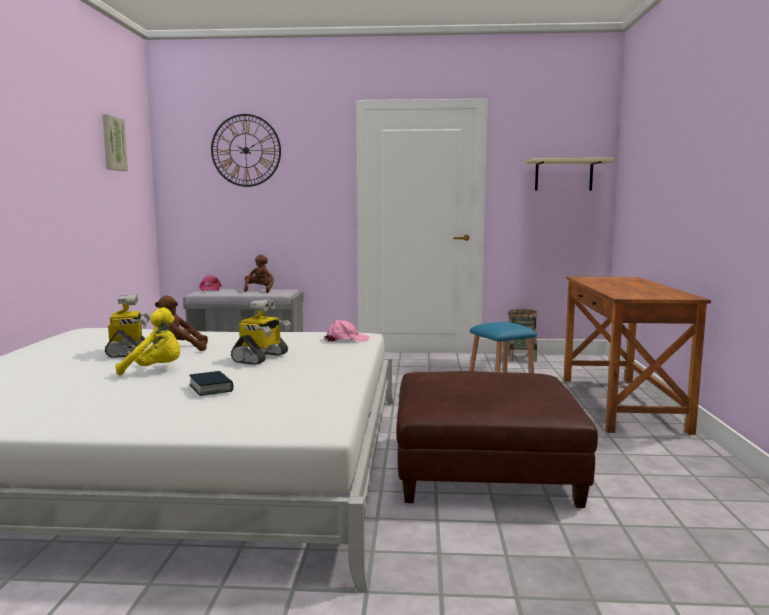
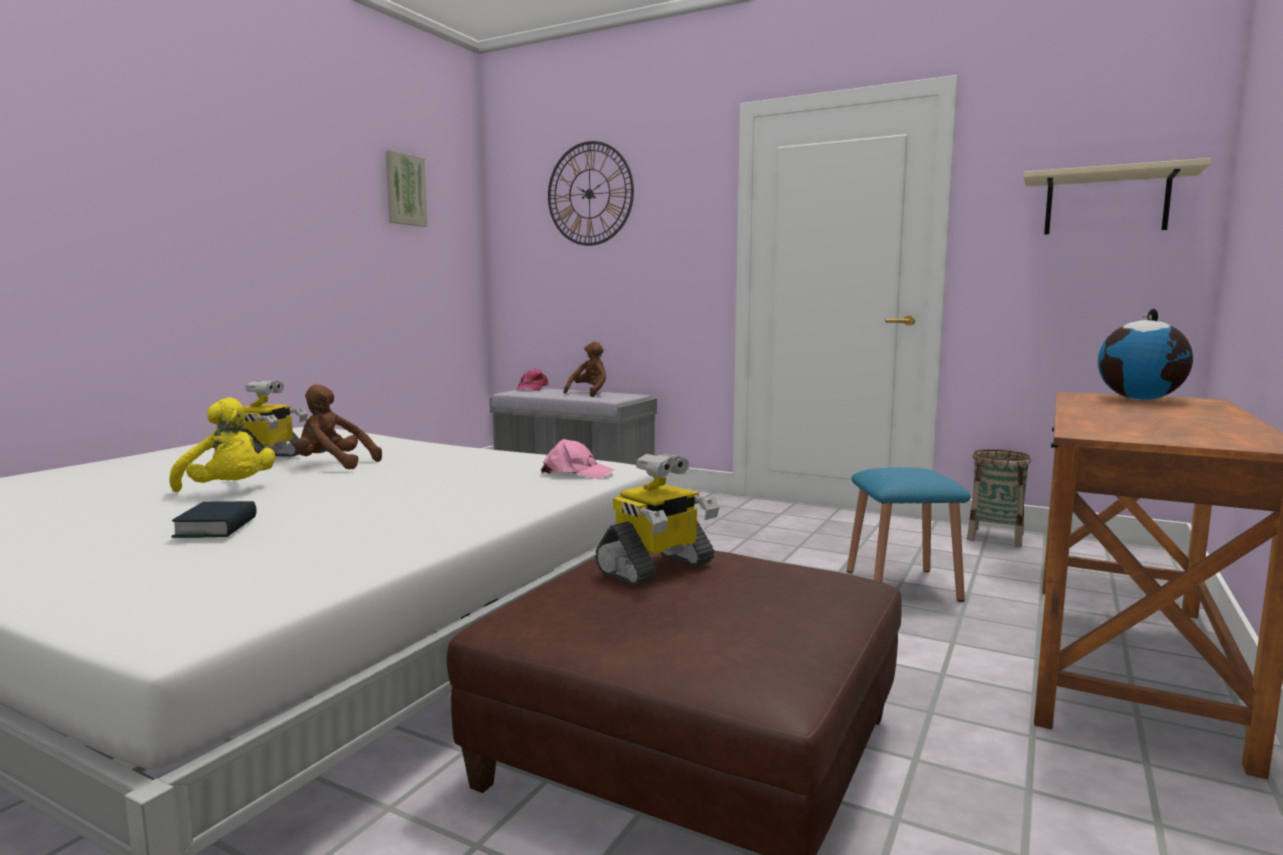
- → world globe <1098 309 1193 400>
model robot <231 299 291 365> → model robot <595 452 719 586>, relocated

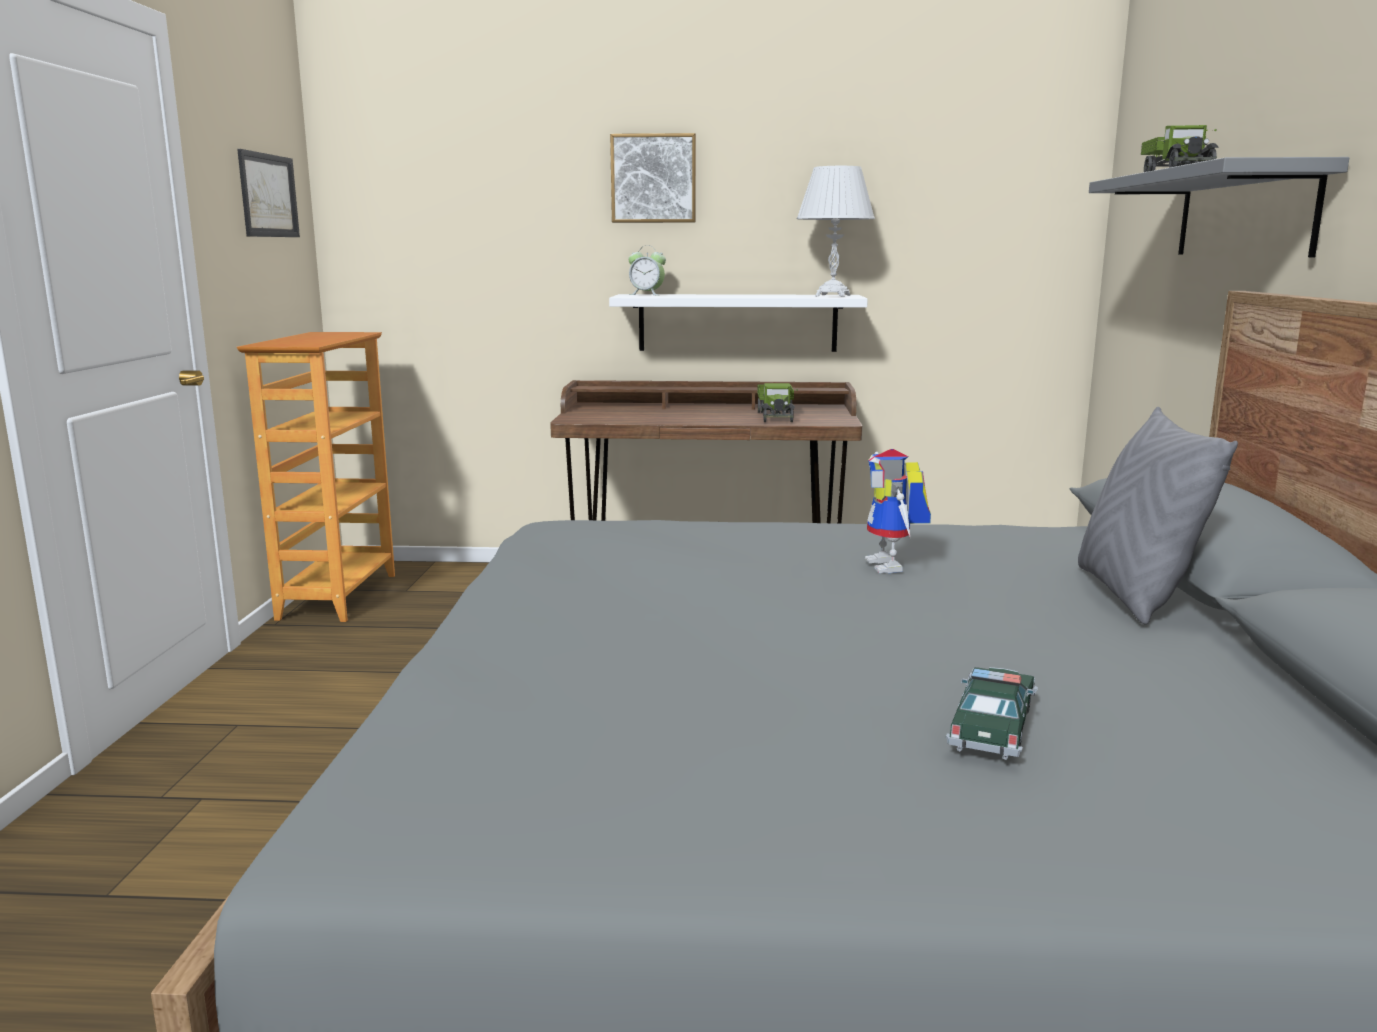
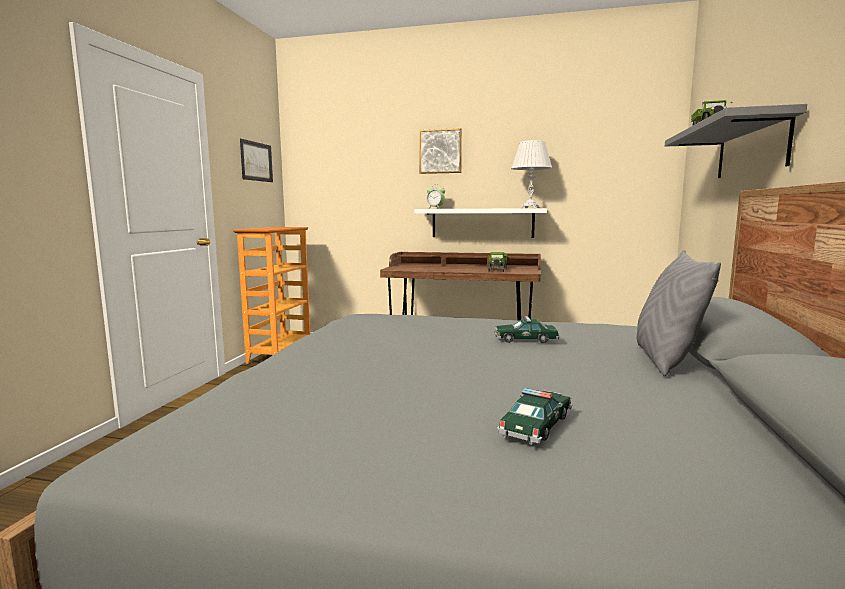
model robot <865 449 931 573> → toy car <494 316 560 343>

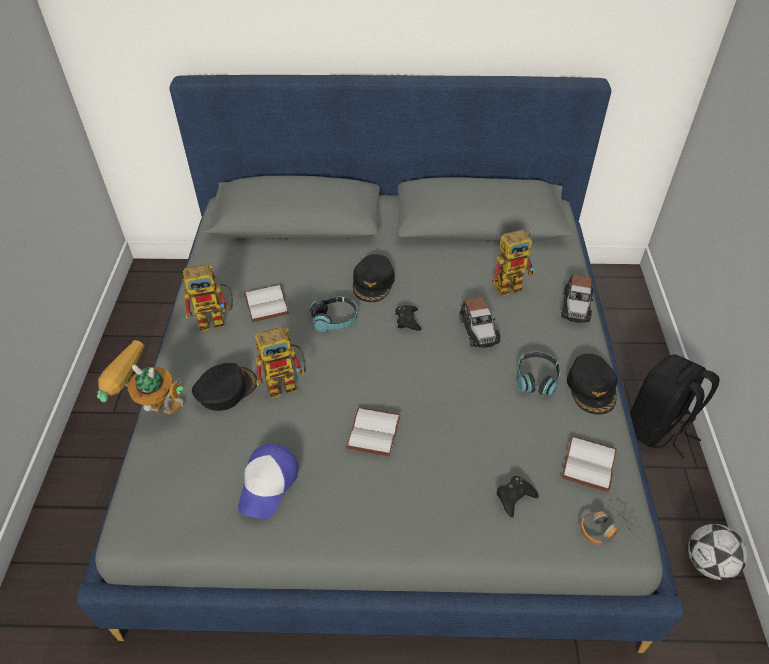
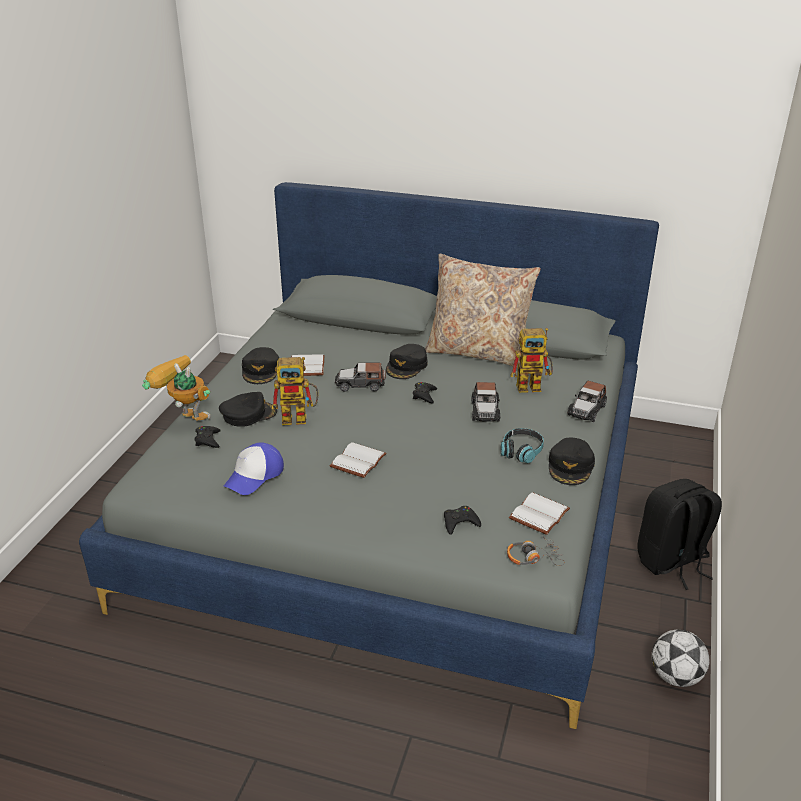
- → joypad in black <194 426 221 448>
- → cushion in sand-coloured <425 254 541 368>
model robot <182 264 233 332> → cap in black <242 347 279 384>
pair of headphones <309 296 358 332> → toy car <335 363 386 392>

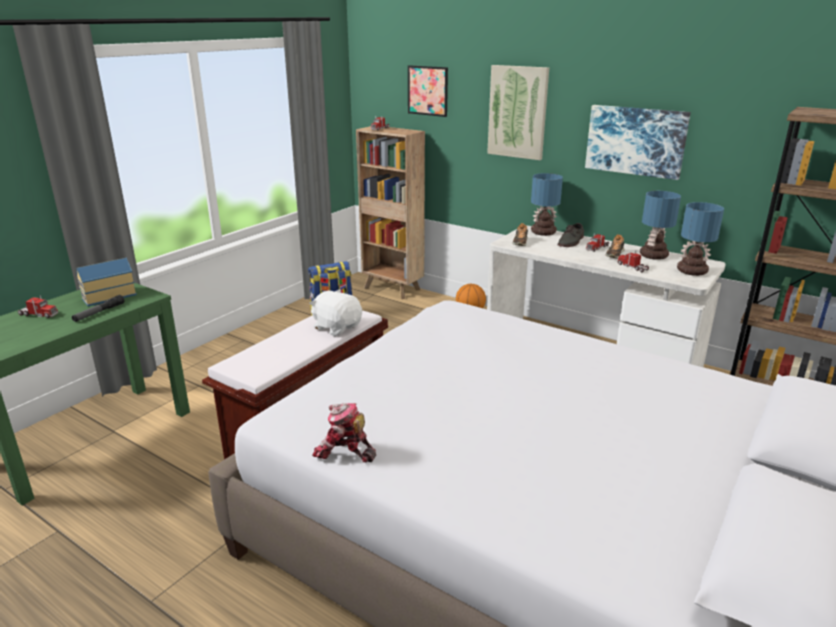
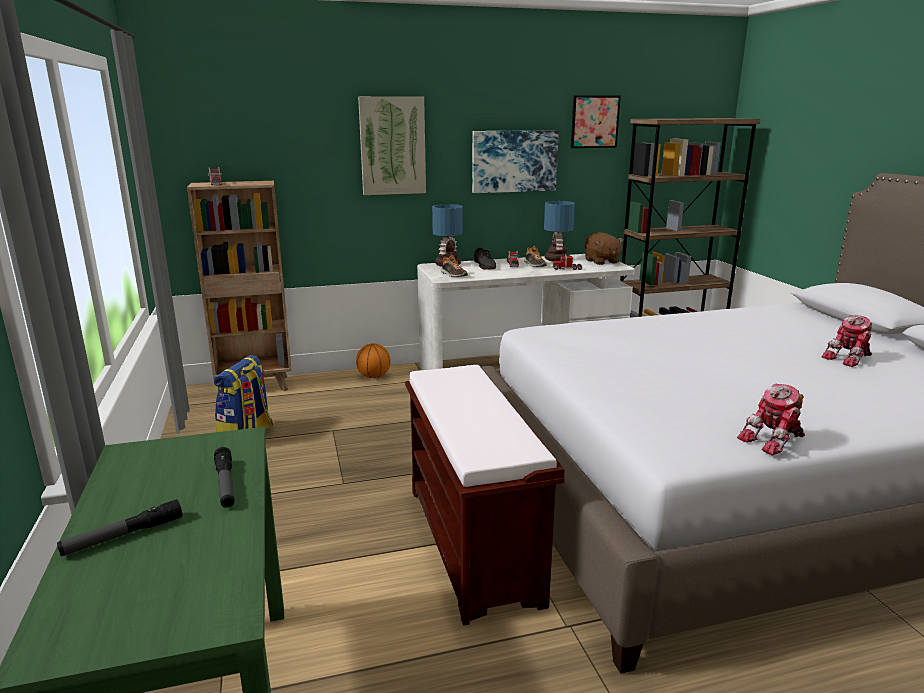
model house <76 258 137 306> → -
soft toy in white-coloured <309 289 362 336> → -
- → model robot <821 315 872 367>
wall picture <408 65 448 117> → wall picture <571 95 621 148>, relocated
model truck <18 295 58 318> → flashlight <57 499 182 556>
table lamp <677 202 724 276> → soft toy in brown <584 232 624 265>

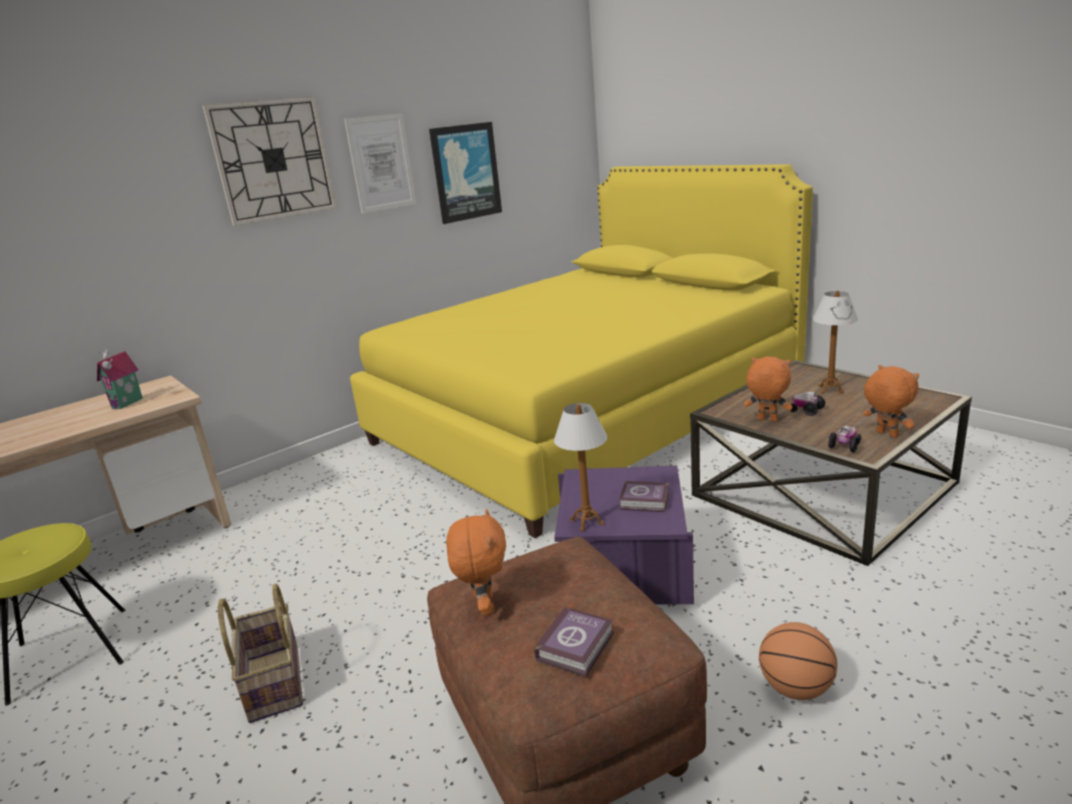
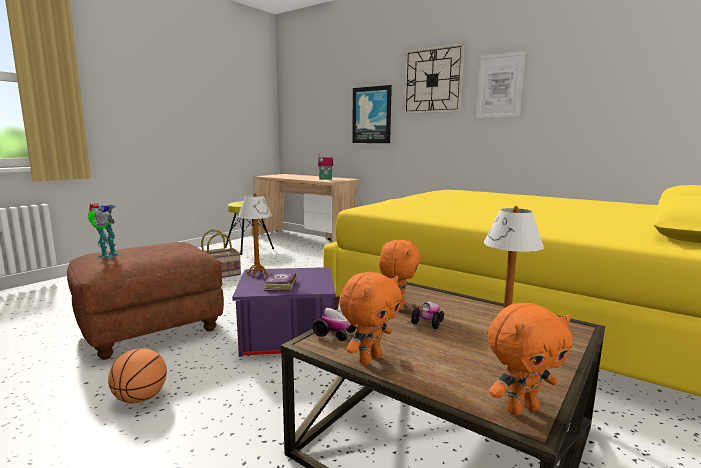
wall picture <429 122 502 224> → wall picture <352 85 392 143>, relocated
soft toy in orangey <446 509 506 616> → soft toy in orangey <488 303 572 416>, relocated
volume <534 606 614 677> → model robot <88 203 122 258>

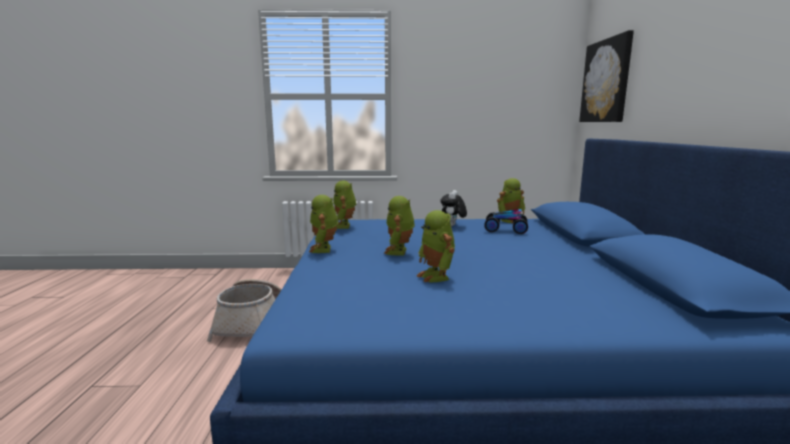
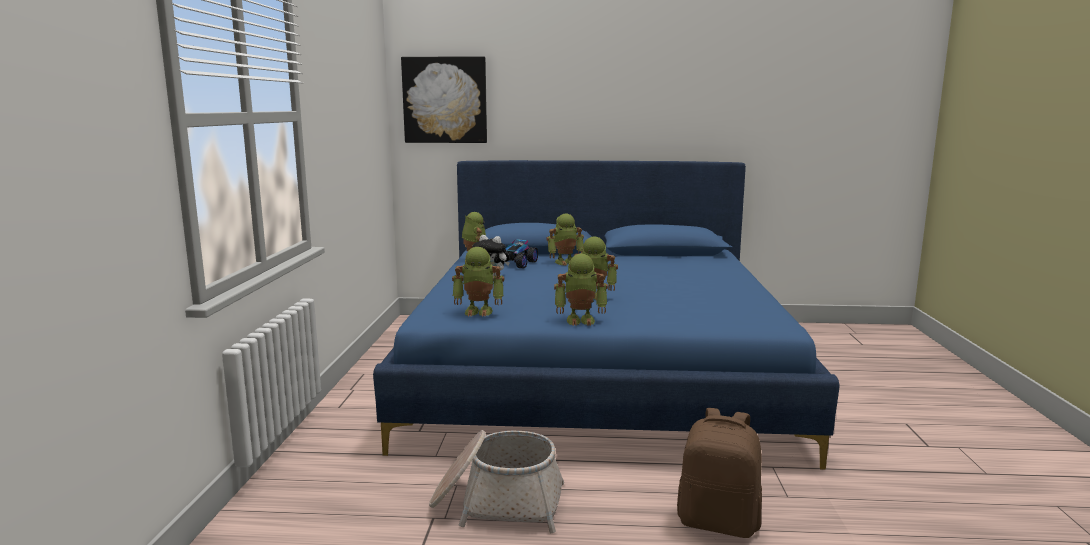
- → backpack in brown <677 408 762 538>
model robot <417 210 455 283> → model robot <546 213 584 266>, relocated

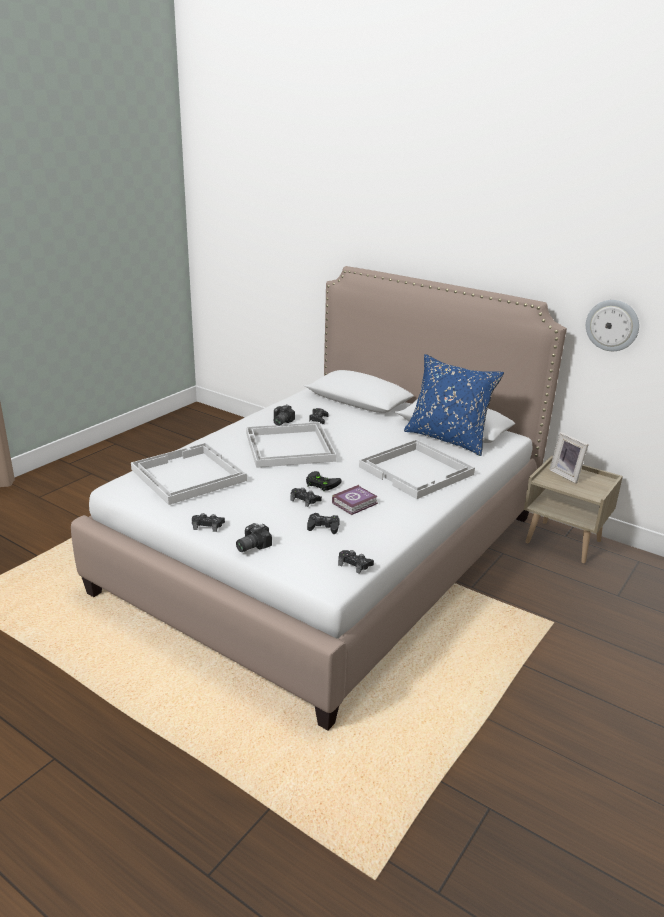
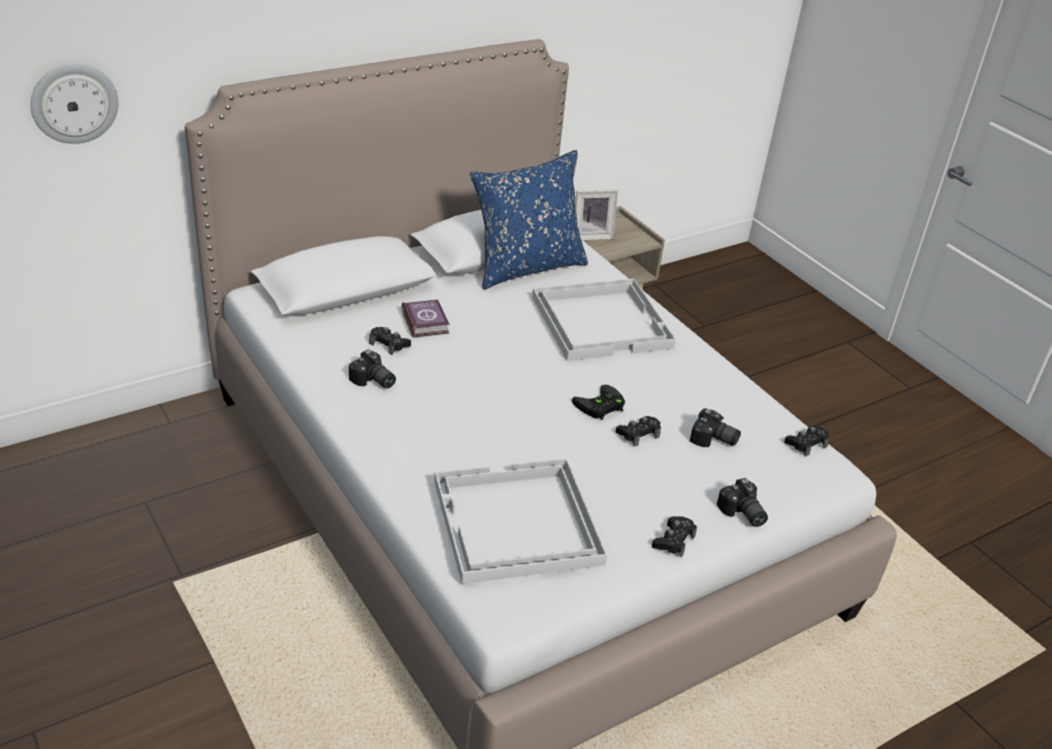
tray in white-coloured <246 422 336 468> → -
volume <332 485 378 515> → volume <401 300 450 338>, relocated
clock on the wall <586 300 639 351> → clock on the wall <30 64 119 144>, relocated
joypad in black <307 513 340 534> → still camera <690 408 741 447>

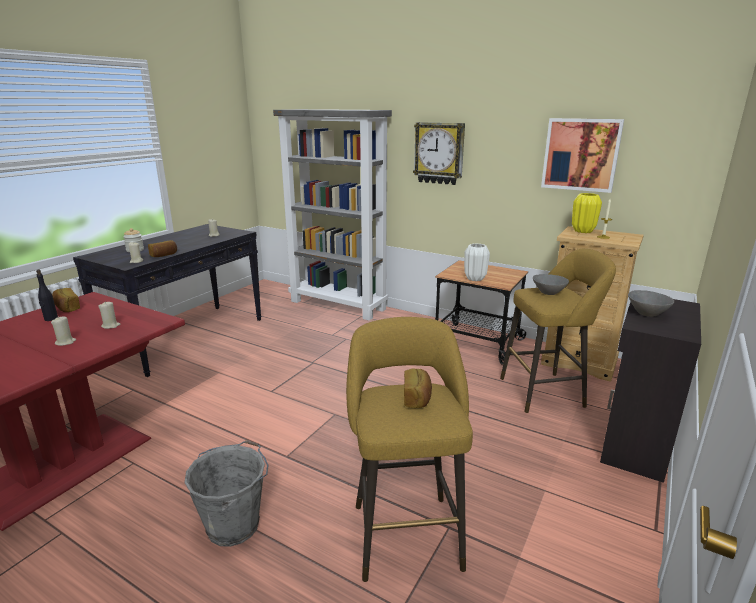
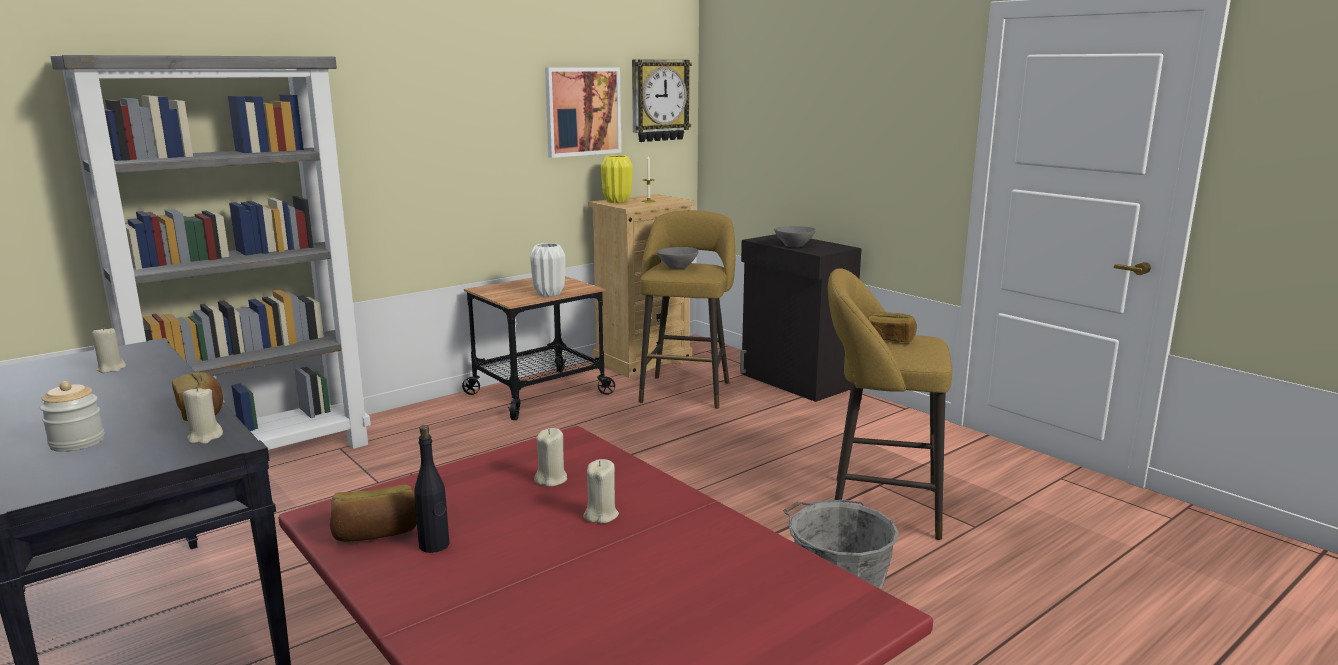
clock on the wall <413 122 465 185> → clock on the wall <632 59 692 142>, relocated

